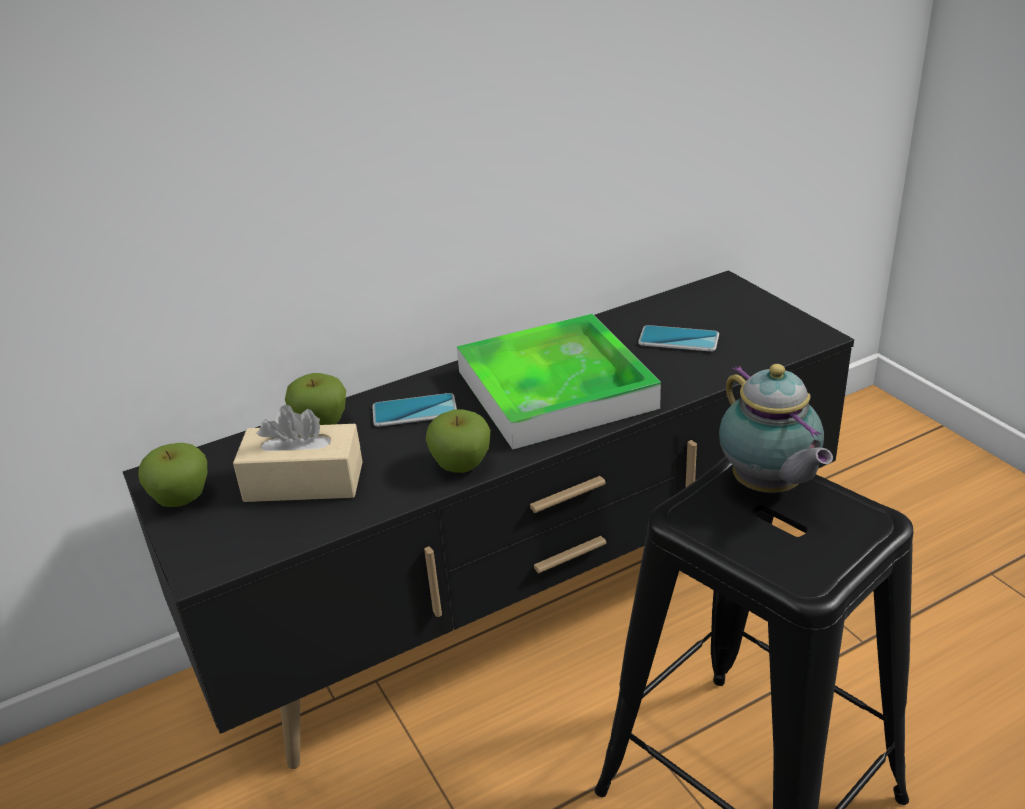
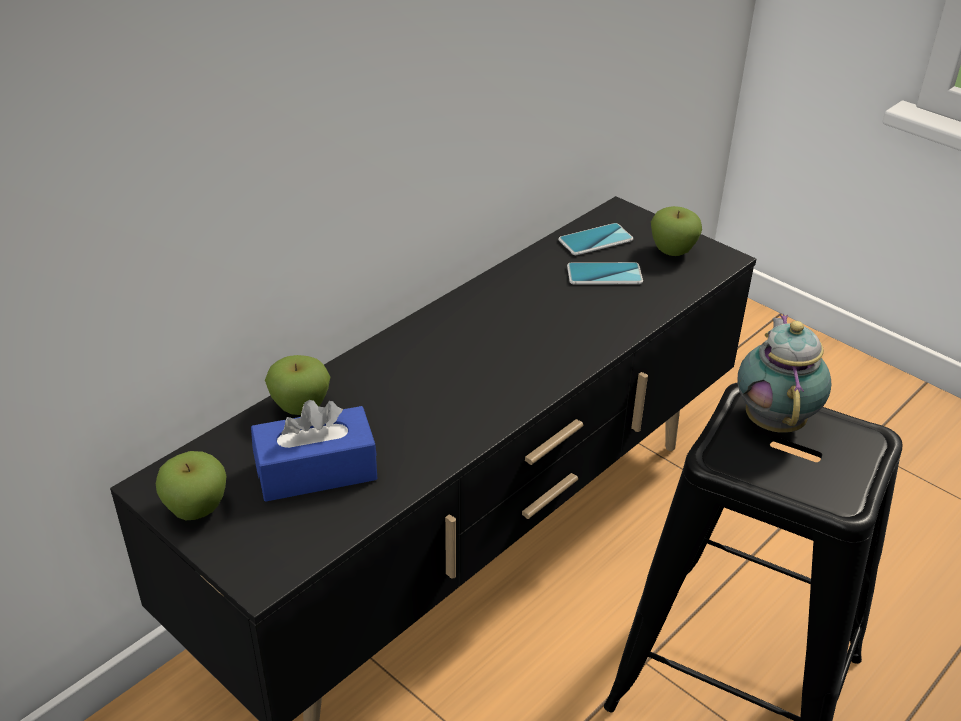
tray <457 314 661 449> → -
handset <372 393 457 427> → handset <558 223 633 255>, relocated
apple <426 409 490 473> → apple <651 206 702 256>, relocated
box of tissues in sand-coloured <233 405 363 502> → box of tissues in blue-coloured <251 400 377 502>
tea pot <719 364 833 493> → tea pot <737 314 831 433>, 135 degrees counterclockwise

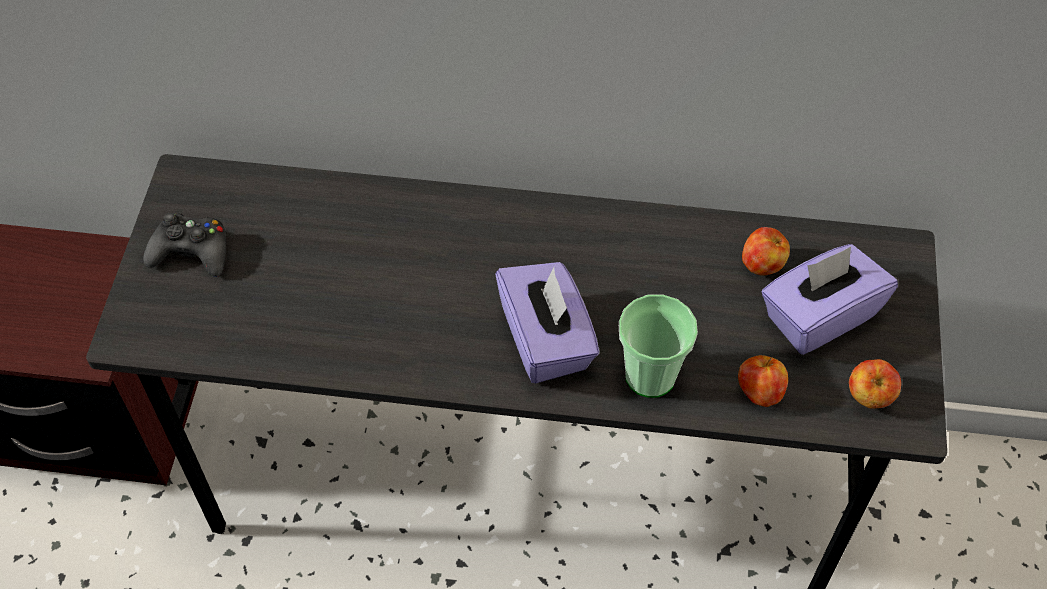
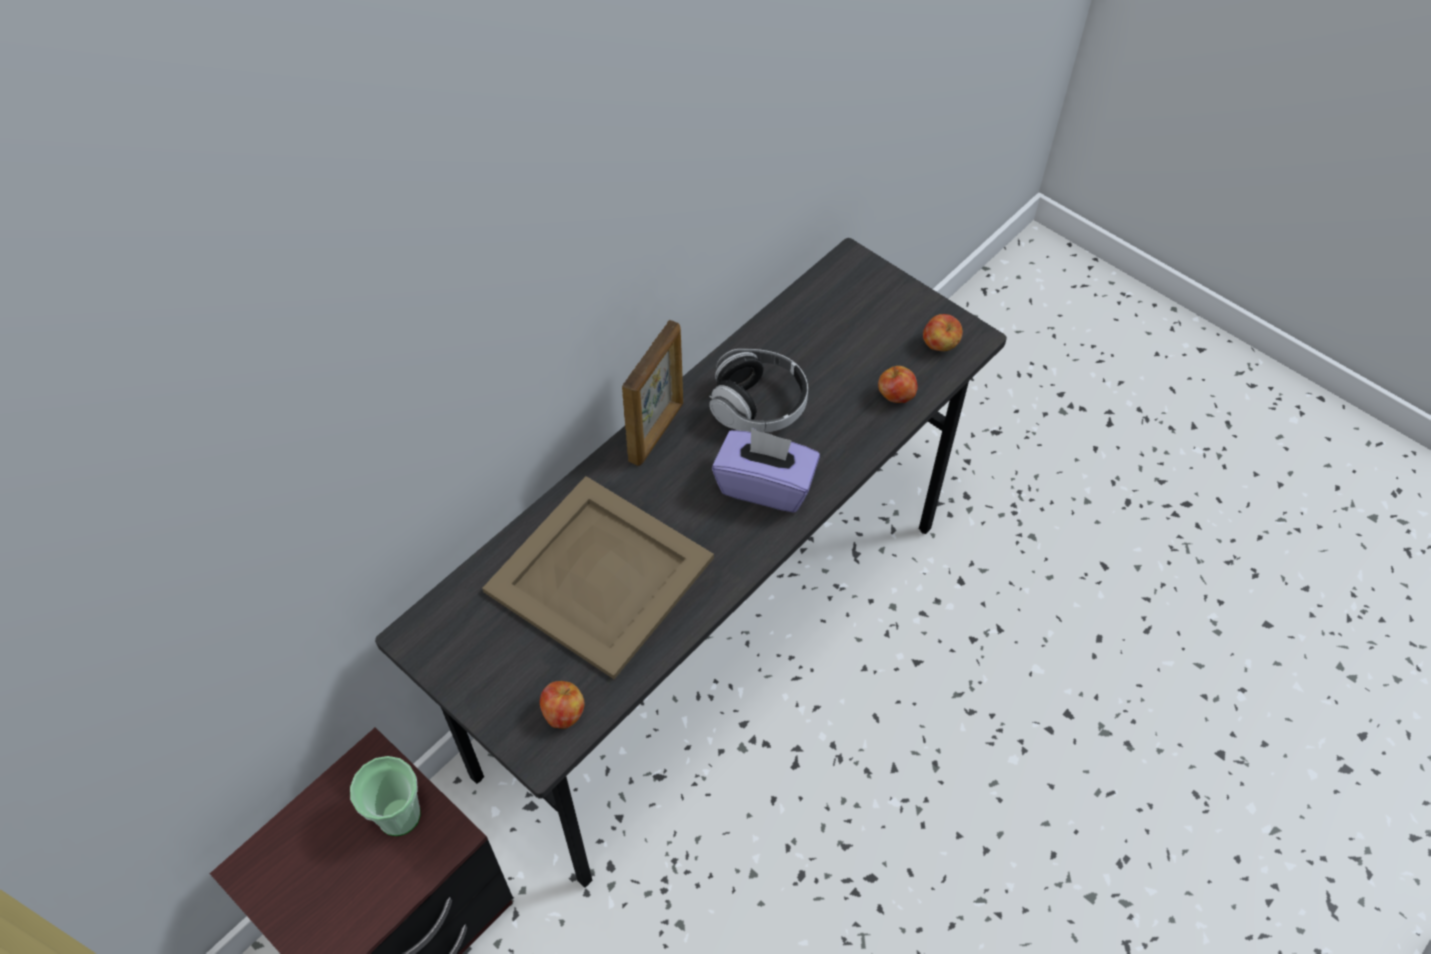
joypad in black <143 213 226 277> → -
box of tissues in purple-coloured <762 244 898 355> → -
- → tray in sand-coloured <482 476 714 679>
- → photo frame <622 320 683 466>
- → pair of headphones <709 349 808 433>
small cup <619 295 698 398> → small cup <350 756 420 836>, relocated
apple <742 227 790 276> → apple <540 681 584 729>, relocated

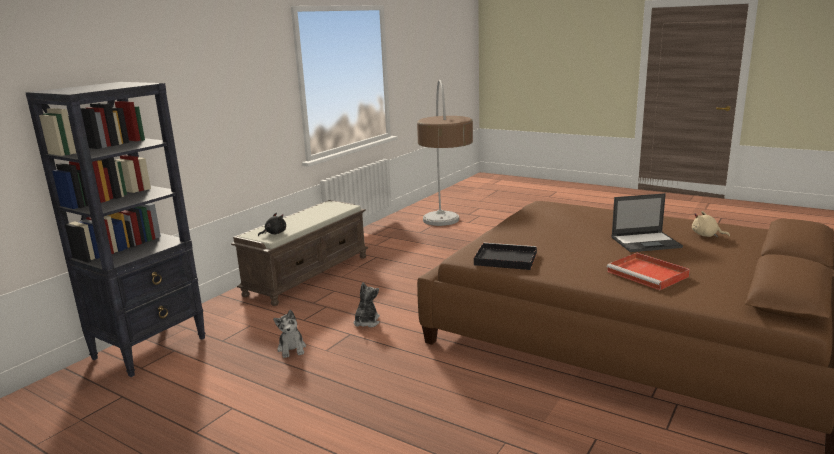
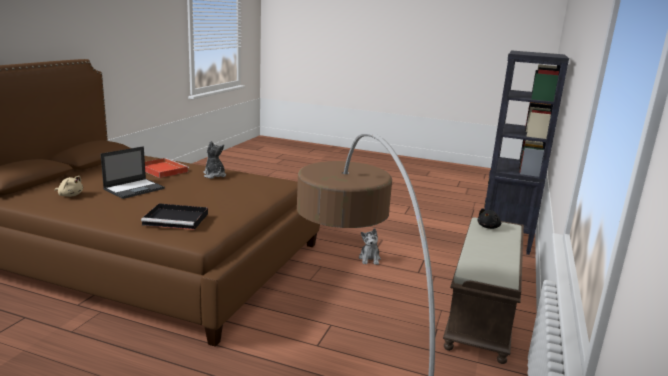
soft toy <273 310 306 358> → soft toy <203 141 226 179>, relocated
tray in black <474 242 537 270> → tray in black <141 203 208 230>, relocated
notebook computer <611 193 683 252> → notebook computer <101 146 165 199>, 150 degrees clockwise

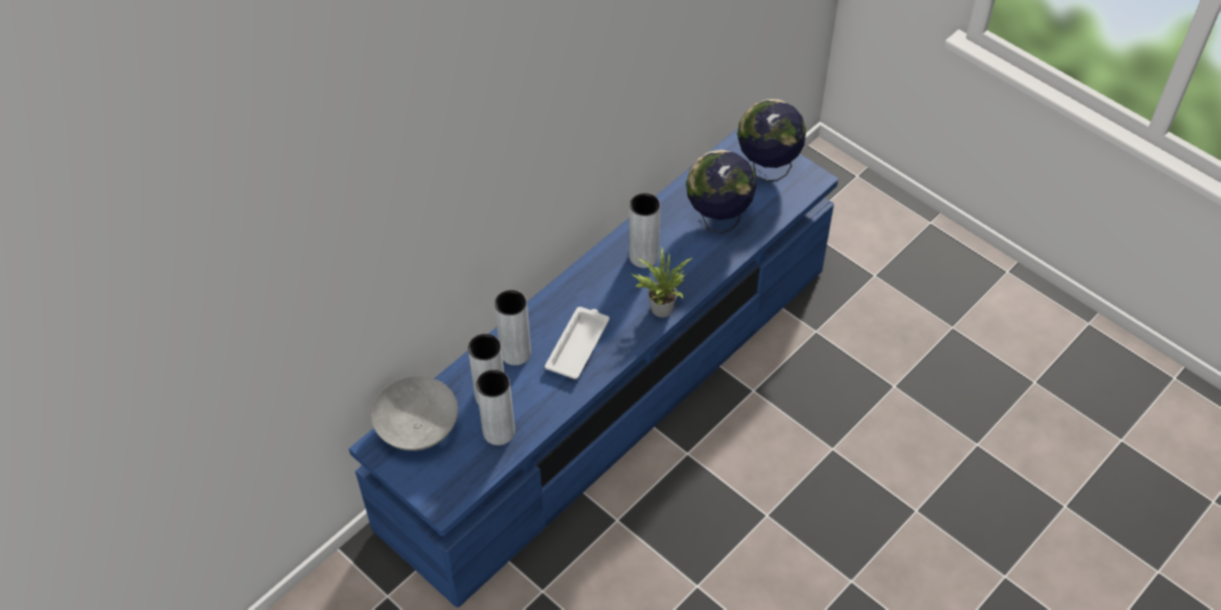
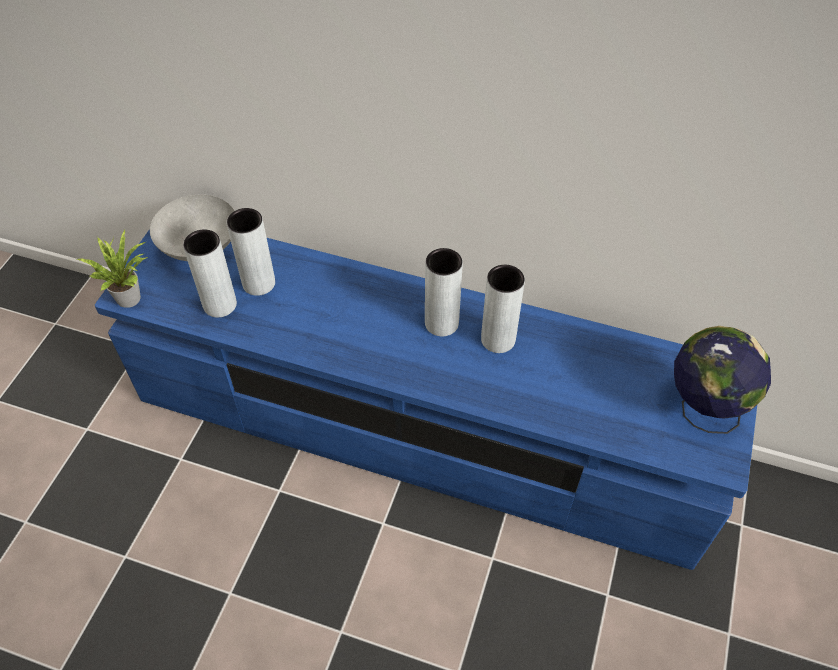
tray in white-coloured <545 307 609 379> → -
world globe <686 150 757 233> → -
decorative vase in greyish <494 290 531 365> → decorative vase in greyish <425 248 463 336>, relocated
potted plant <630 247 694 317> → potted plant <77 230 148 308>, relocated

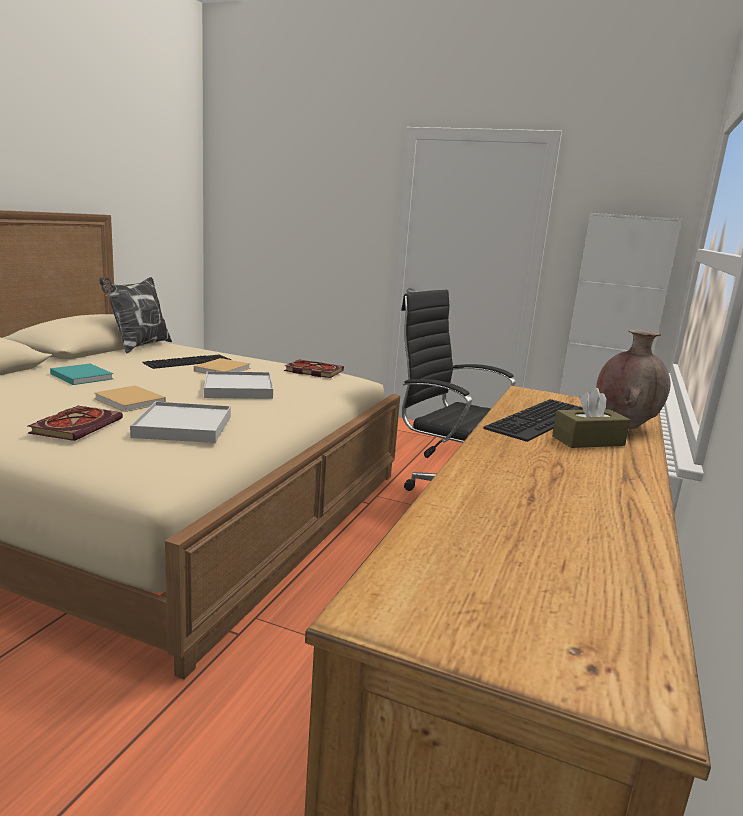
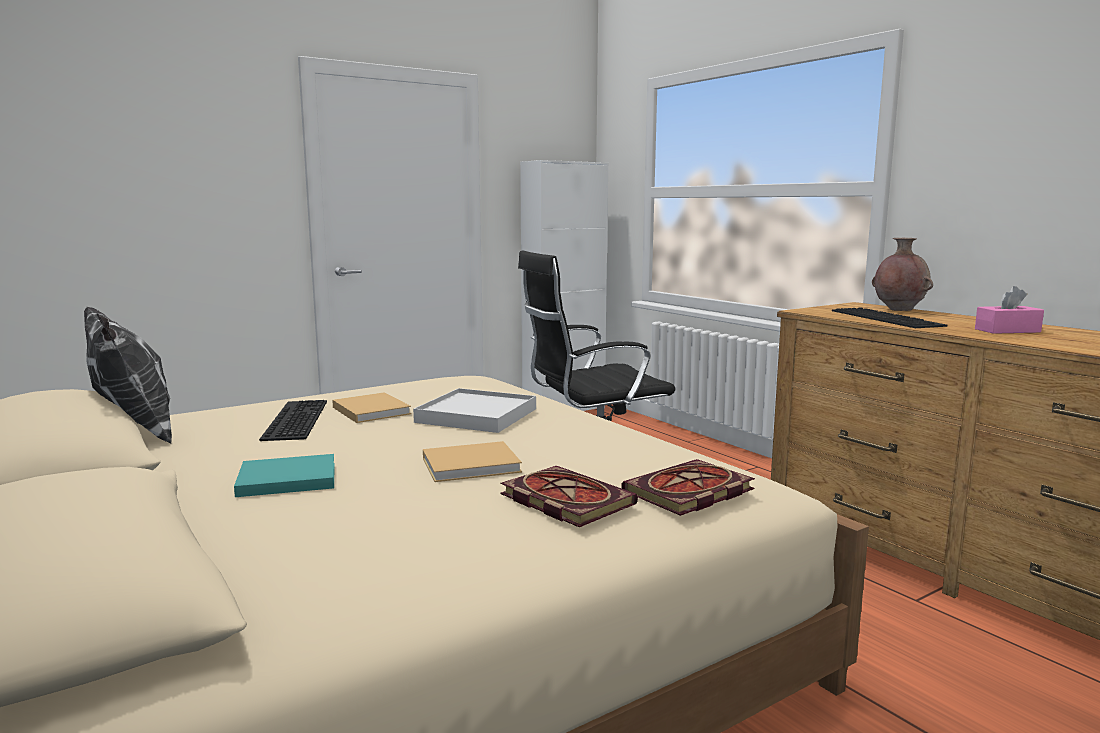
tray in white-coloured <130 402 231 443> → -
box of tissues in brown <552 388 630 448> → -
- → box of tissues in pinkish <975 286 1044 334>
volume <284 359 344 378> → volume <621 459 755 516>, relocated

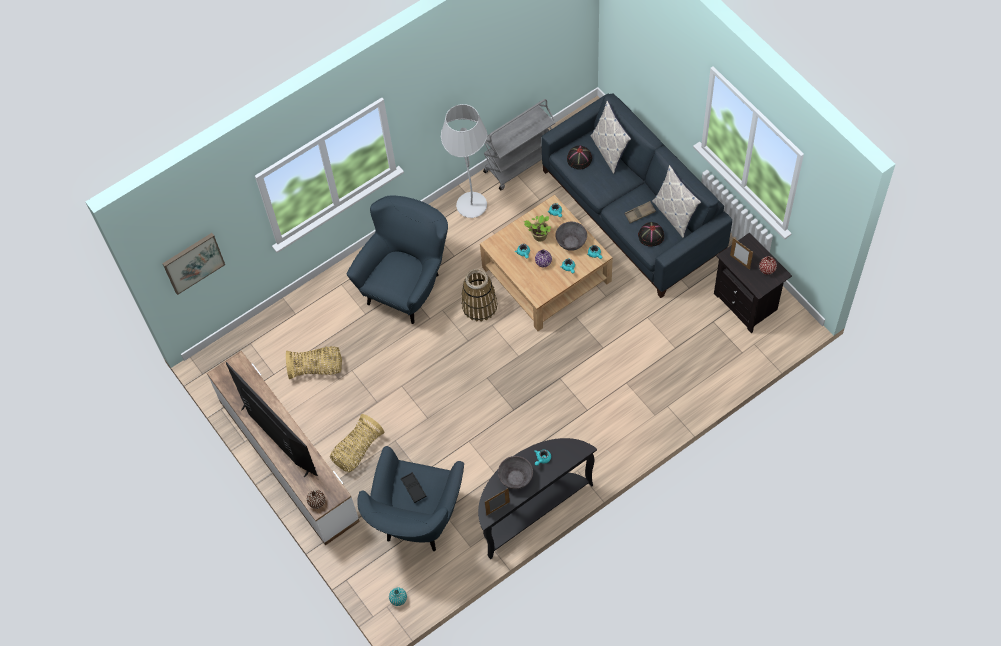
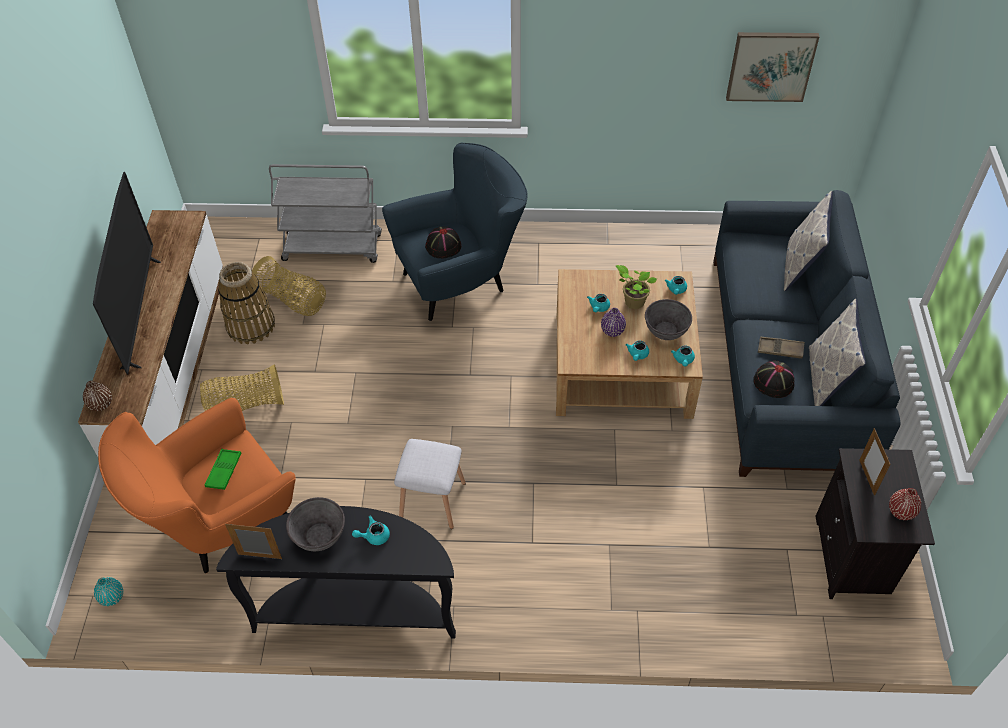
standing lamp in white-coloured <441 104 488 218> → -
- → sitting stool in white-coloured <394 439 466 529>
wall picture <162 233 225 295> → wall picture <726 32 820 102>, relocated
household basket <462 269 498 321> → household basket <218 262 275 344>, relocated
trolley in greyish <483 99 556 190> → trolley in greyish <269 164 382 263>, relocated
wearable hat in black <567 146 592 169> → wearable hat in black <425 226 461 258>, relocated
easy chair in blue-coloured <357 446 464 551> → easy chair in orangey <98 398 296 573>
tray in black <401 472 427 503> → tray in greenish <205 449 242 490>

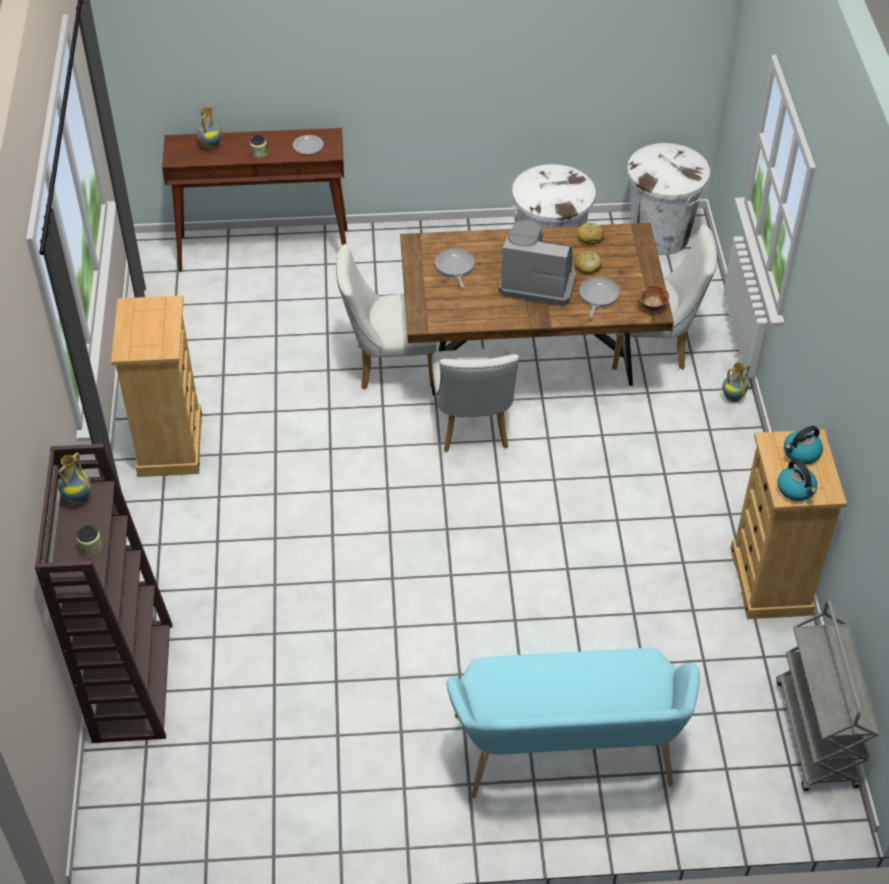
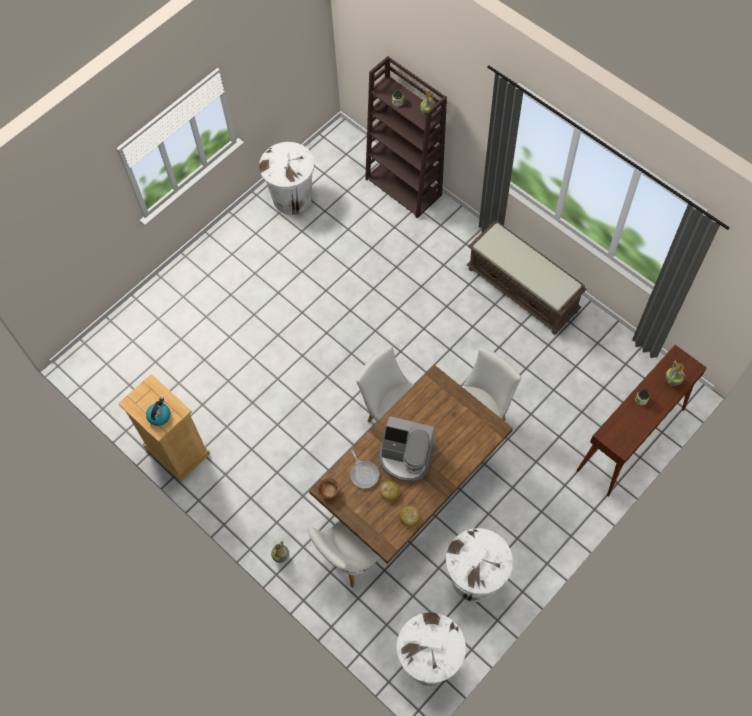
flat dish <293 135 324 154> → -
pan <435 248 474 288> → -
long seat in turquoise <446 648 700 799> → -
trolley in greyish <776 601 879 791> → -
water kettle <777 459 817 501> → -
- → waste bin in white-coloured <259 142 314 215>
chest of drawers in sand-coloured <111 295 202 477> → long seat in brown <467 220 587 335>
coffee brewer <499 220 576 306> → coffee brewer <379 416 435 482>, 45 degrees clockwise

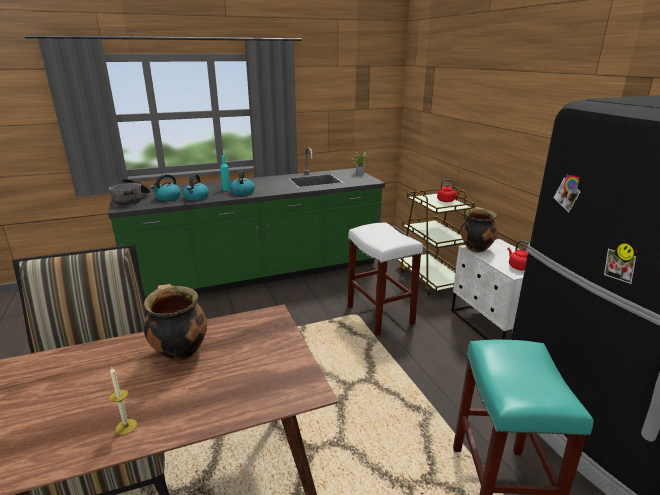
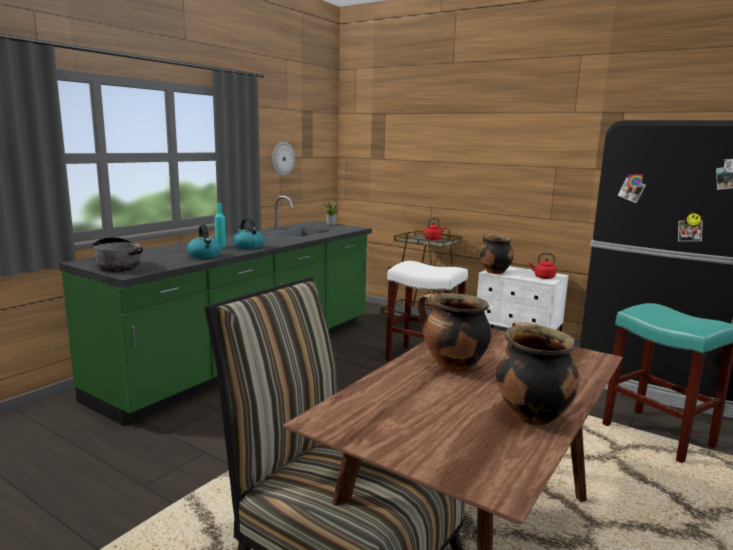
water kettle <151 174 181 201> → -
- → clock on the wall <272 142 295 176>
wax candle <109 366 137 435> → cooking pot <495 322 579 426>

